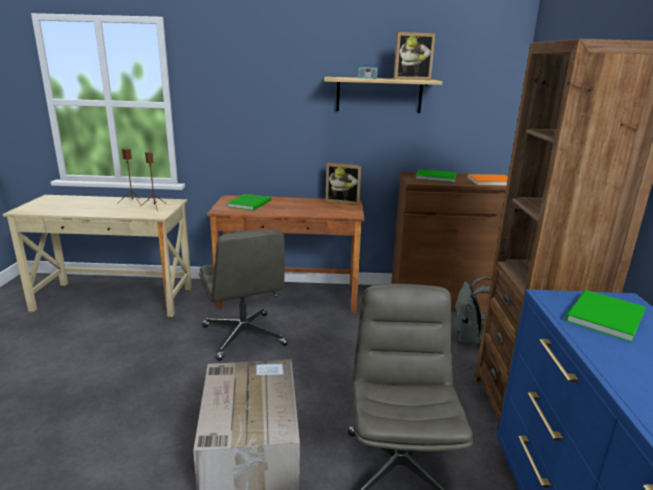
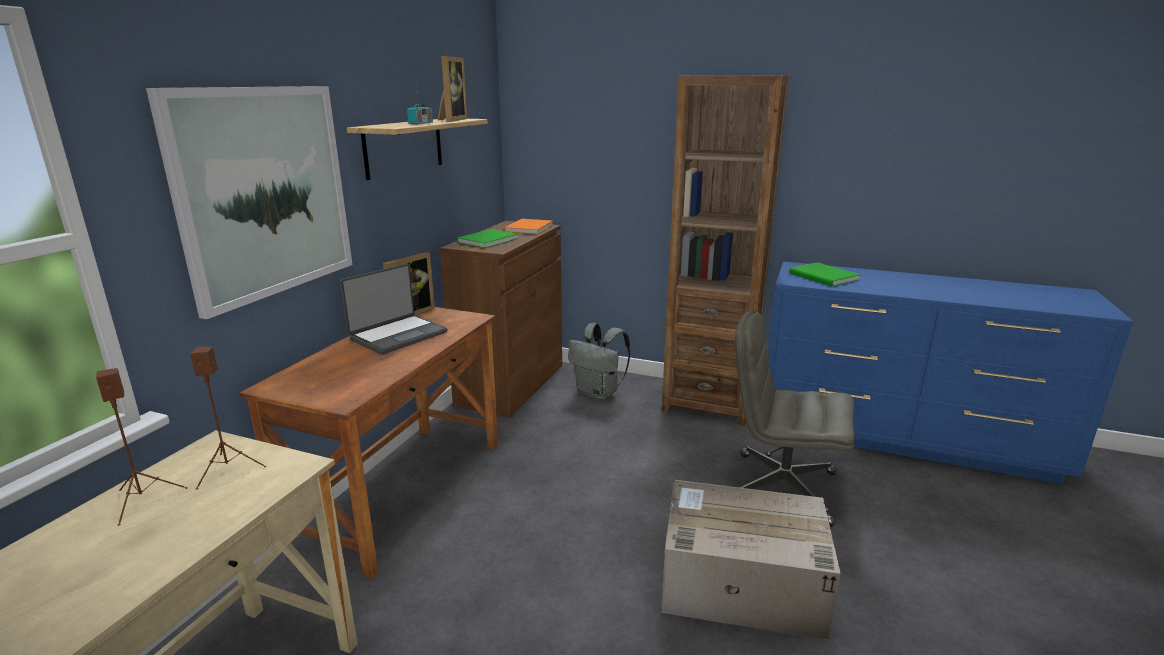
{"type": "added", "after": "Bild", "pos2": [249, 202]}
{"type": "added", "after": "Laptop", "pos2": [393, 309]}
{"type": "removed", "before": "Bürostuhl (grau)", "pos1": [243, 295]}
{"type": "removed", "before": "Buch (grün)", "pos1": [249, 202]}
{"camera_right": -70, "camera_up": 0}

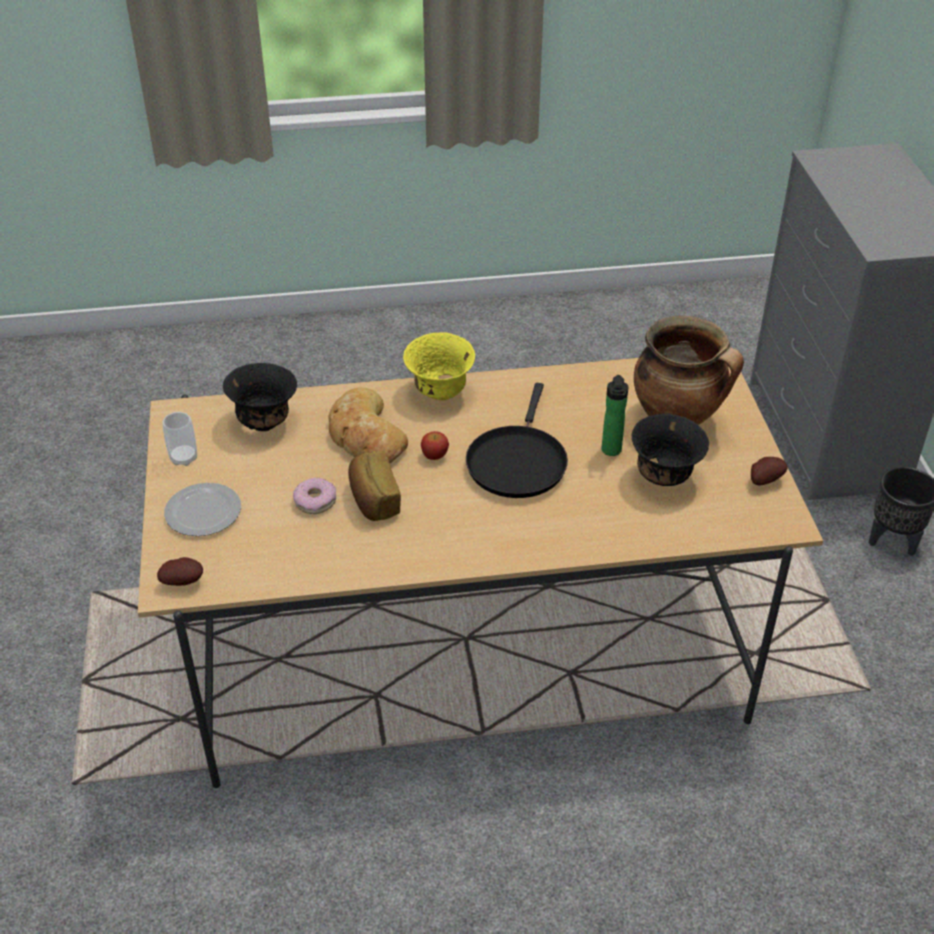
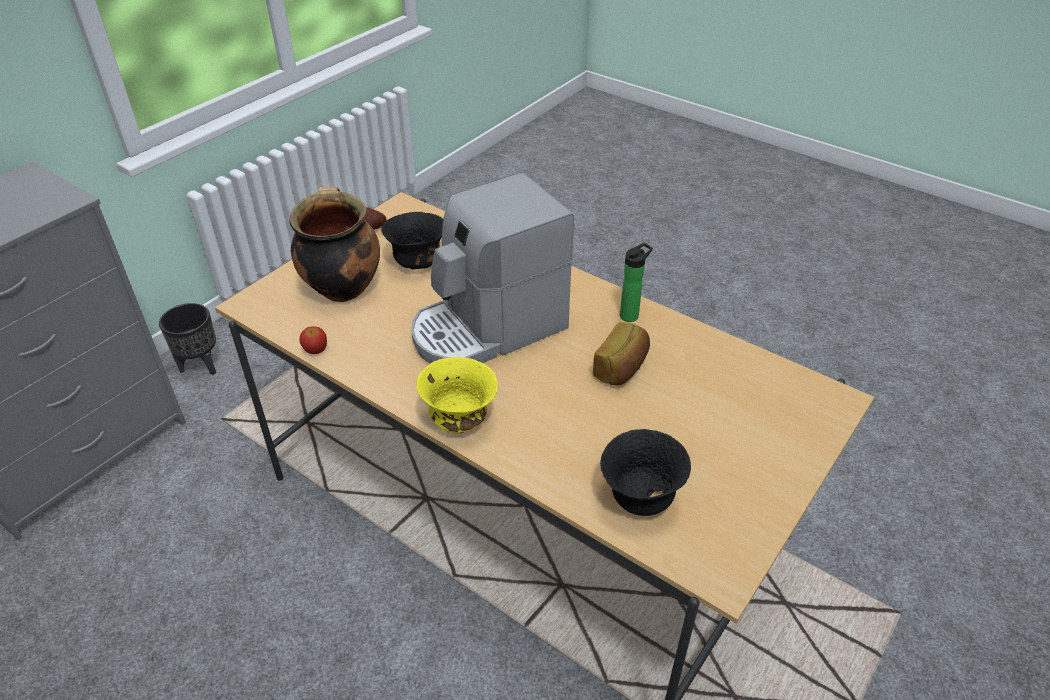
{"type": "moved", "before": "Apfel", "pos1": [435, 445], "pos2": [313, 340]}
{"type": "replaced", "before": "Pfanne (schwarz)", "after": "Kaffeemaschine", "pos1": [517, 440], "pos2": [492, 267]}
{"type": "moved", "before": "Flasche", "pos1": [615, 415], "pos2": [636, 282]}
{"type": "removed", "before": "Kartoffel", "pos1": [180, 571]}
{"type": "removed", "before": "Tasse", "pos1": [179, 439]}
{"type": "removed", "before": "Teller", "pos1": [202, 509]}
{"type": "removed", "before": "Donut", "pos1": [314, 496]}
{"type": "removed", "before": "Brot", "pos1": [368, 425]}
{"camera_right": -135, "camera_up": 0}

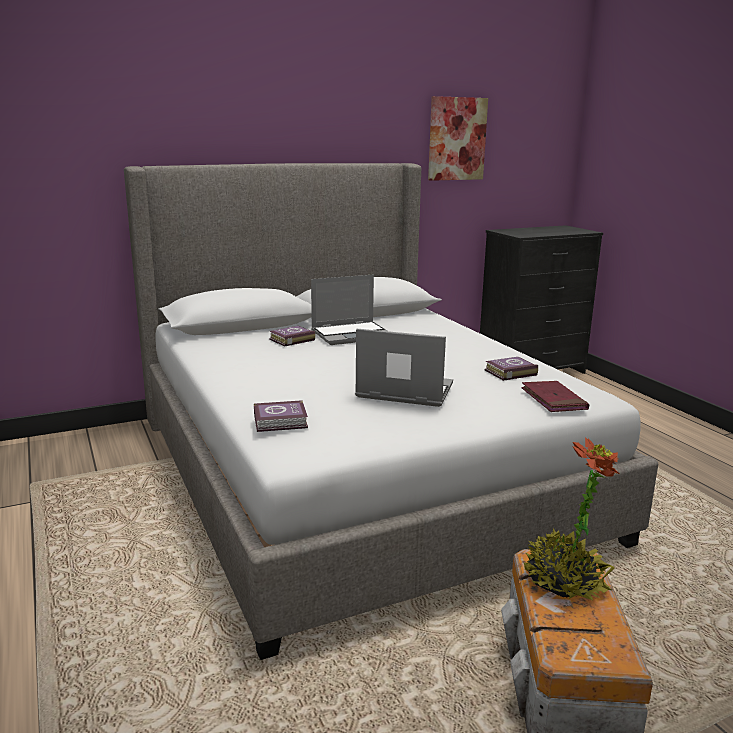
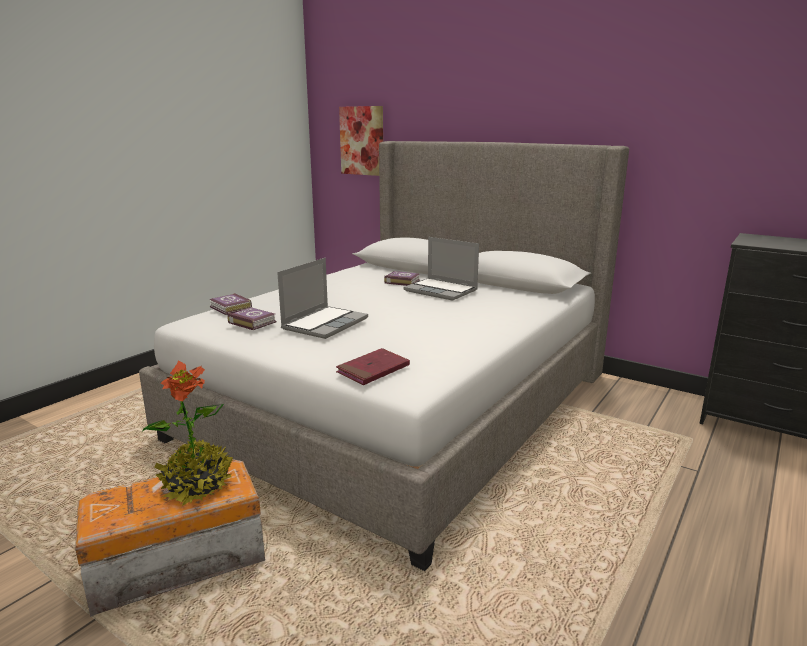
{"type": "moved", "before": "Buch", "pos1": [511, 369], "pos2": [252, 318]}
{"type": "turned", "before": "Laptop", "pos1": [404, 367], "pos2": [322, 298], "turn": 45}
{"type": "moved", "before": "Bild", "pos1": [458, 138], "pos2": [361, 141]}
{"camera_right": 60, "camera_up": 0}

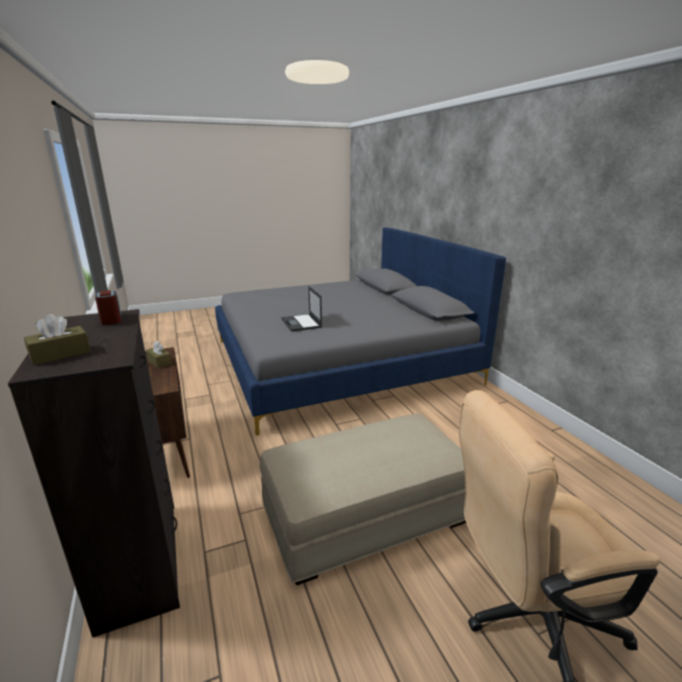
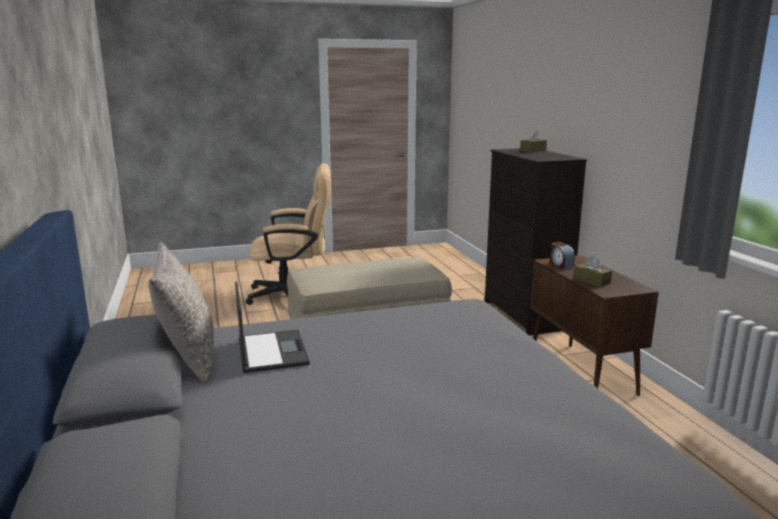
{"type": "added", "after": "Kissen (grau)", "pos2": [181, 312]}
{"type": "moved", "before": "Laptop", "pos1": [301, 309], "pos2": [272, 327]}
{"type": "moved", "before": "Wecker", "pos1": [108, 307], "pos2": [562, 255]}
{"camera_right": -175, "camera_up": -5}

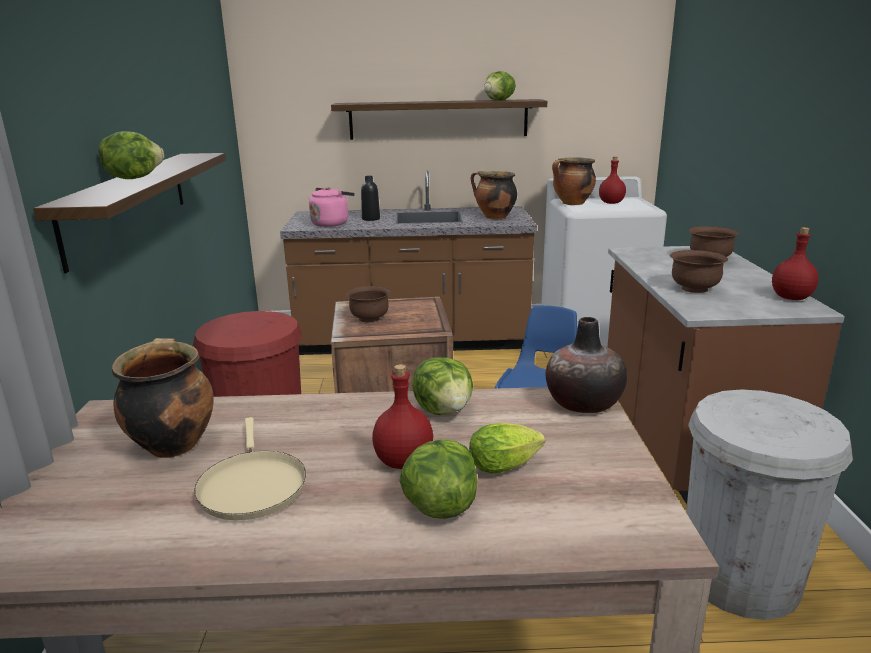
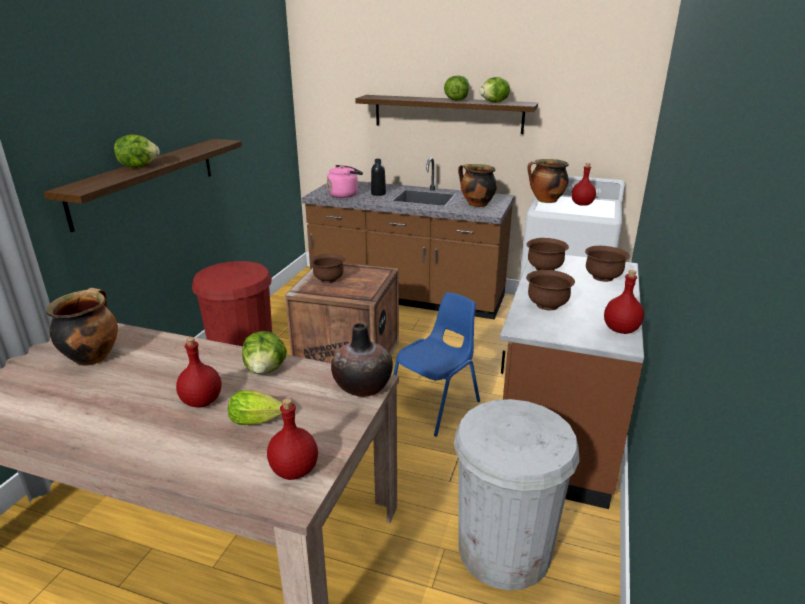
{"type": "added", "after": "Flasche (rot)", "pos2": [292, 439]}
{"type": "moved", "before": "Salatkopf", "pos1": [438, 479], "pos2": [456, 88]}
{"type": "added", "after": "Schüssel (braun)", "pos2": [547, 254]}
{"type": "removed", "before": "Pfanne (beige)", "pos1": [250, 468]}
{"camera_right": 20, "camera_up": 5}

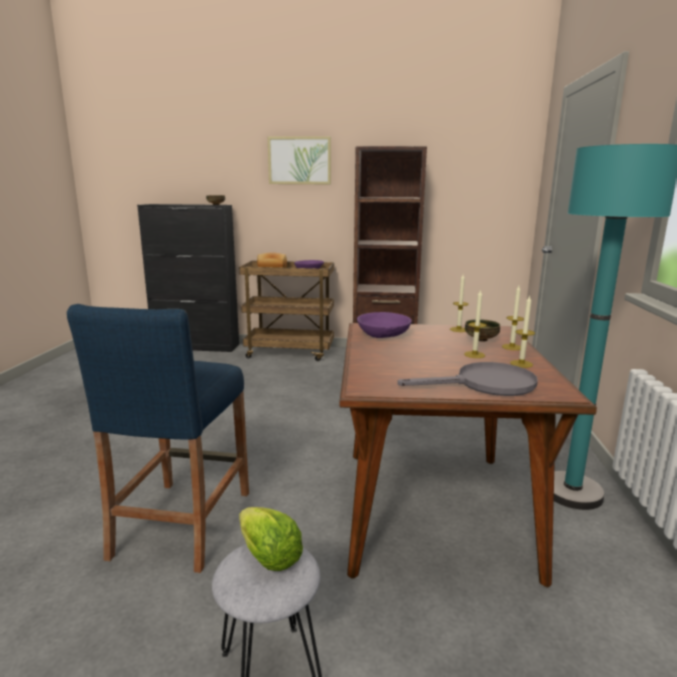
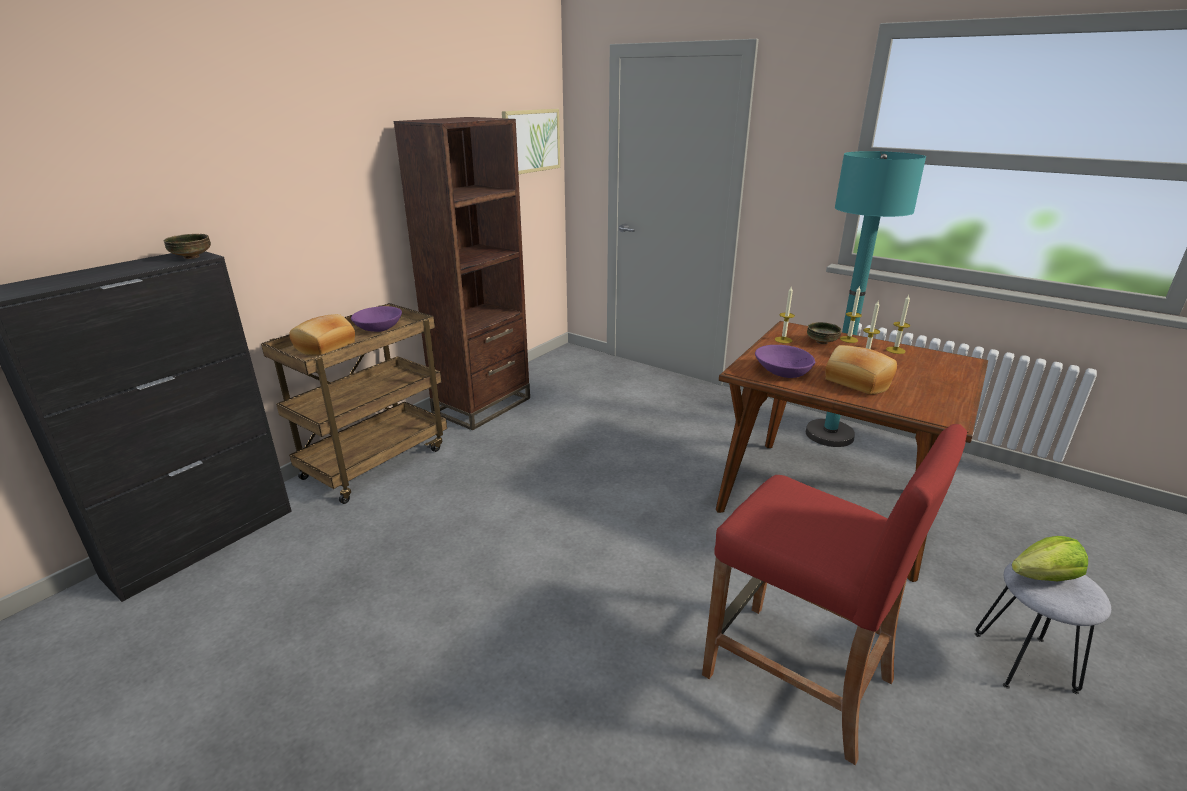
{"type": "moved", "before": "Bild", "pos1": [299, 160], "pos2": [531, 141]}
{"type": "recoloured", "before": "Hocker (blau)", "after": "Hocker (rot)", "pos1": [158, 438], "pos2": [834, 594]}
{"type": "added", "after": "Brot", "pos2": [861, 369]}
{"type": "removed", "before": "Pfanne (grau)", "pos1": [467, 379]}
{"camera_right": -60, "camera_up": 10}

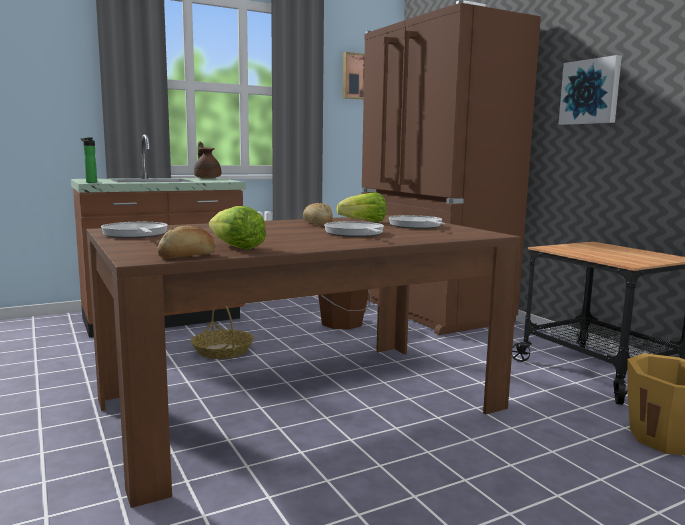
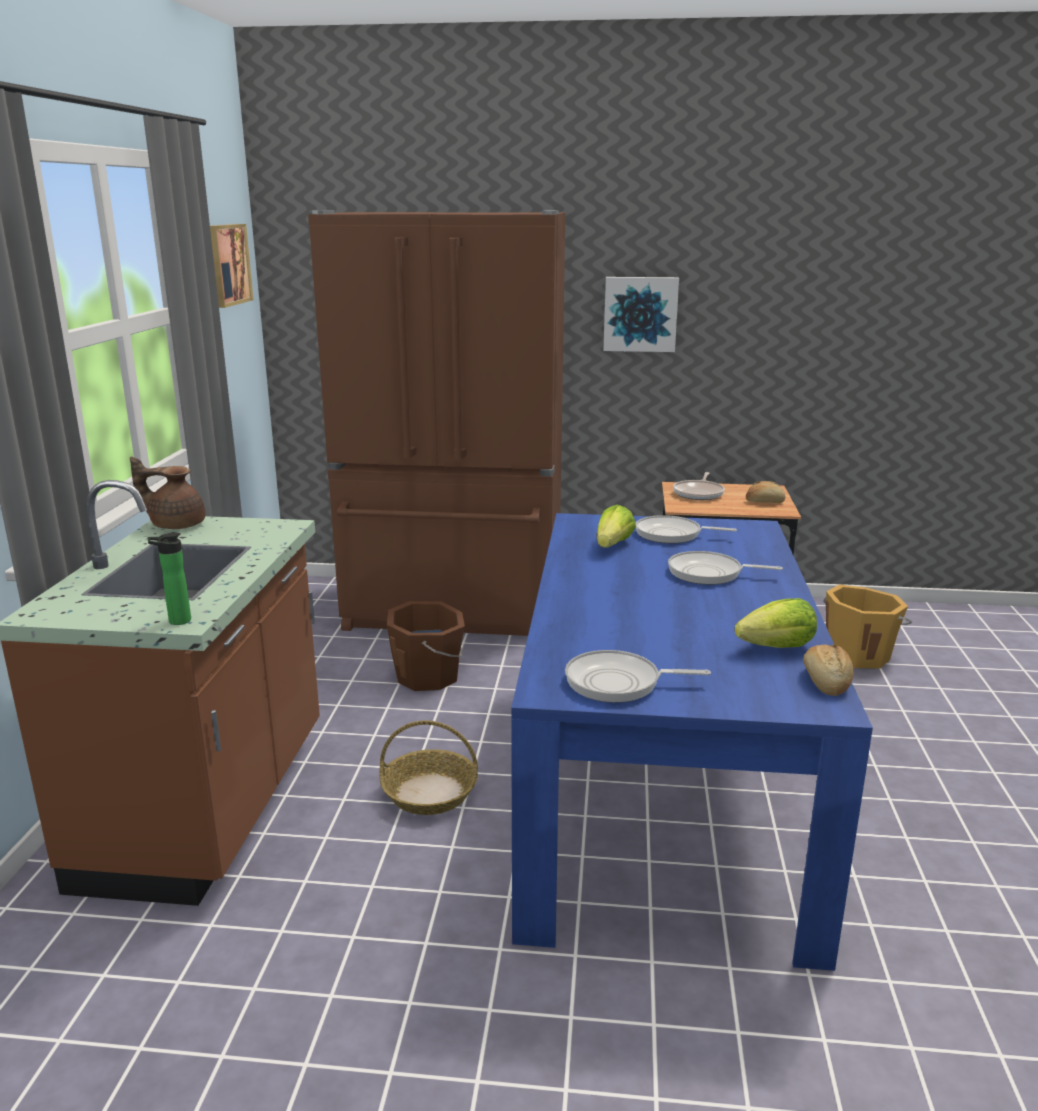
{"type": "recoloured", "before": "Esstisch (braun)", "after": "Esstisch (blau)", "pos1": [304, 361], "pos2": [692, 742]}
{"type": "added", "after": "Pfanne", "pos2": [699, 486]}
{"type": "moved", "before": "Brot", "pos1": [318, 214], "pos2": [765, 492]}
{"camera_right": -55, "camera_up": 10}

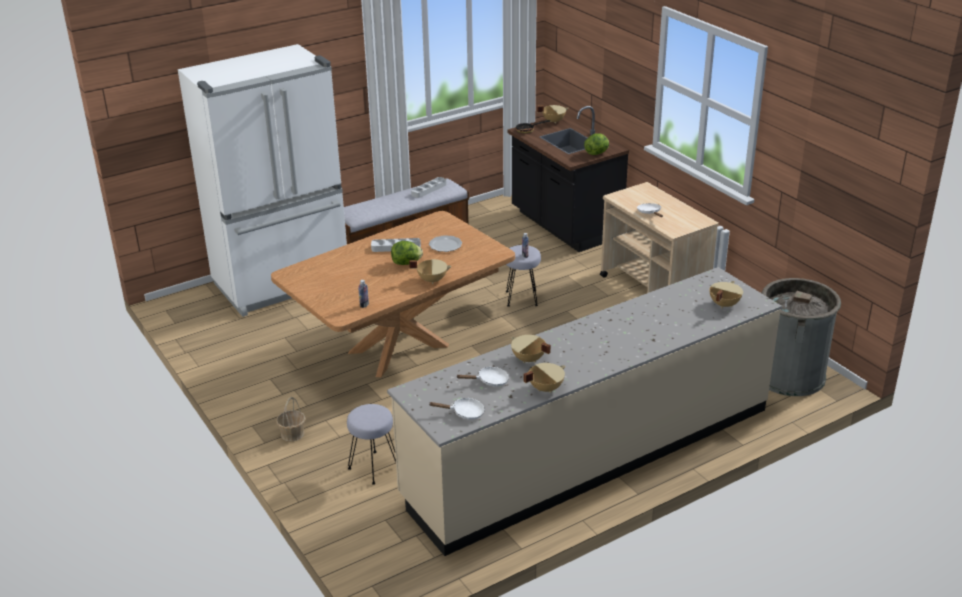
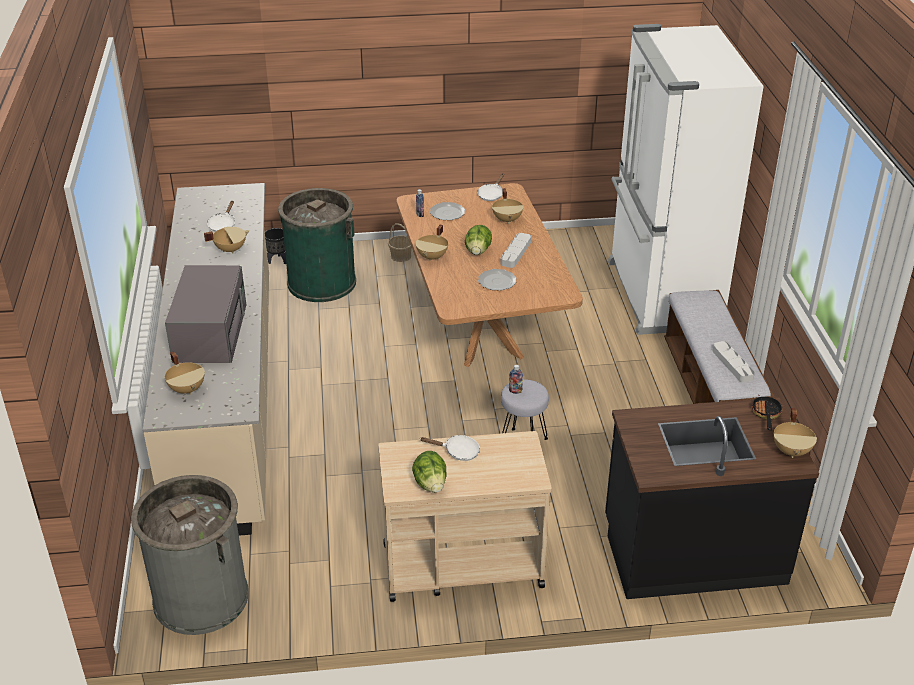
{"type": "added", "after": "Mikrowelle (grau)", "pos2": [205, 314]}
{"type": "added", "after": "Pflanzkübel (schwarz)", "pos2": [275, 246]}
{"type": "replaced", "before": "Hocker (grau)", "after": "Mülleimer (grün)", "pos1": [371, 444], "pos2": [317, 245]}
{"type": "moved", "before": "Salatkopf", "pos1": [596, 144], "pos2": [429, 472]}
{"type": "added", "after": "Teller", "pos2": [447, 211]}
{"type": "moved", "before": "Pfanne (weiß)", "pos1": [457, 409], "pos2": [491, 187]}
{"type": "moved", "before": "Kochtopf (beige)", "pos1": [544, 378], "pos2": [508, 206]}
{"camera_right": 115, "camera_up": 5}

